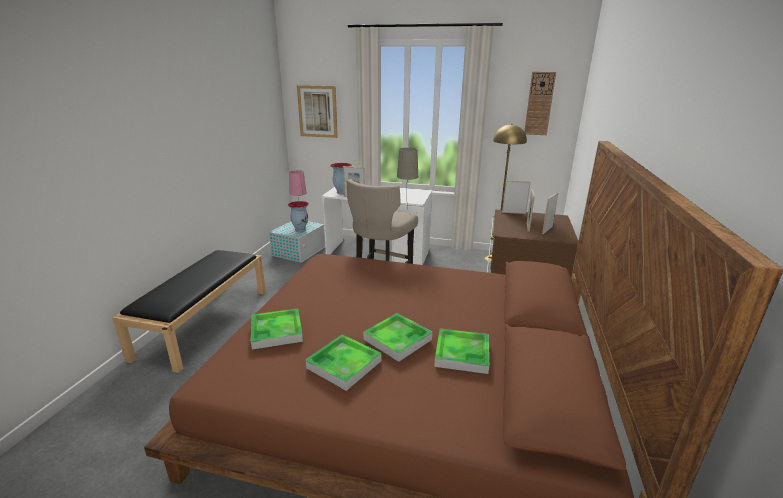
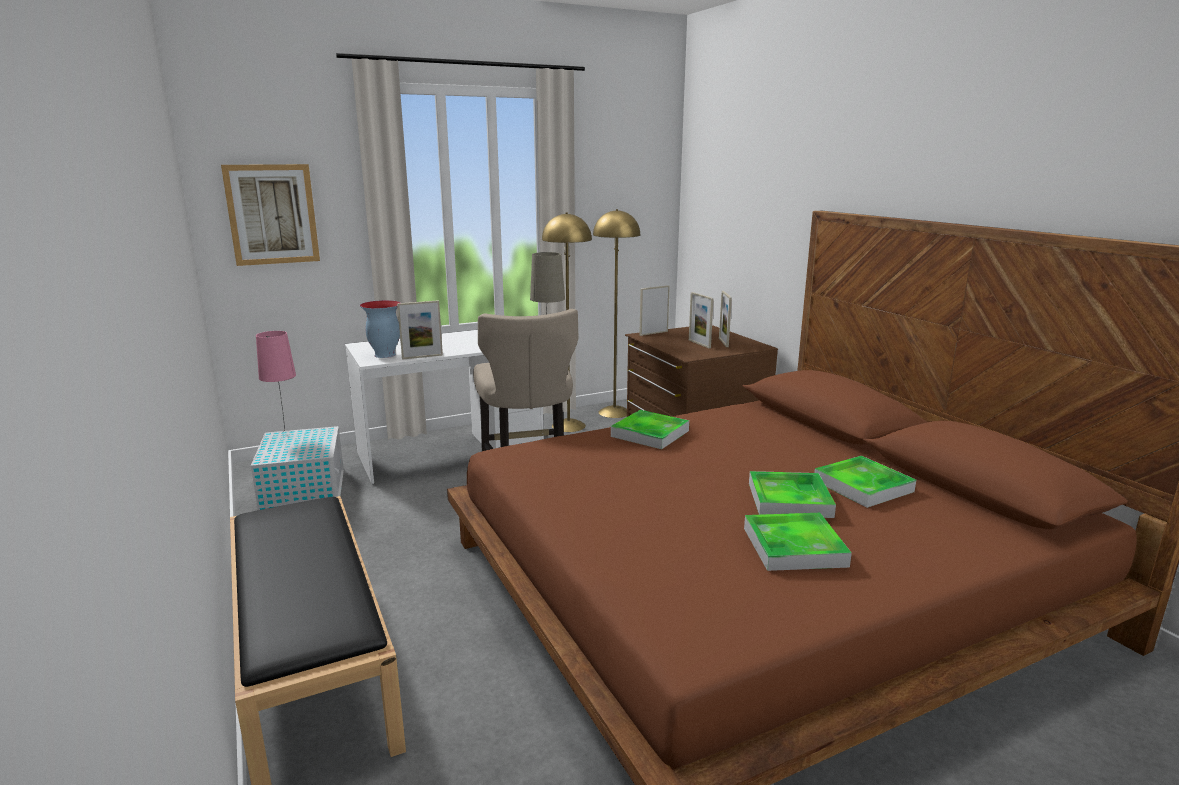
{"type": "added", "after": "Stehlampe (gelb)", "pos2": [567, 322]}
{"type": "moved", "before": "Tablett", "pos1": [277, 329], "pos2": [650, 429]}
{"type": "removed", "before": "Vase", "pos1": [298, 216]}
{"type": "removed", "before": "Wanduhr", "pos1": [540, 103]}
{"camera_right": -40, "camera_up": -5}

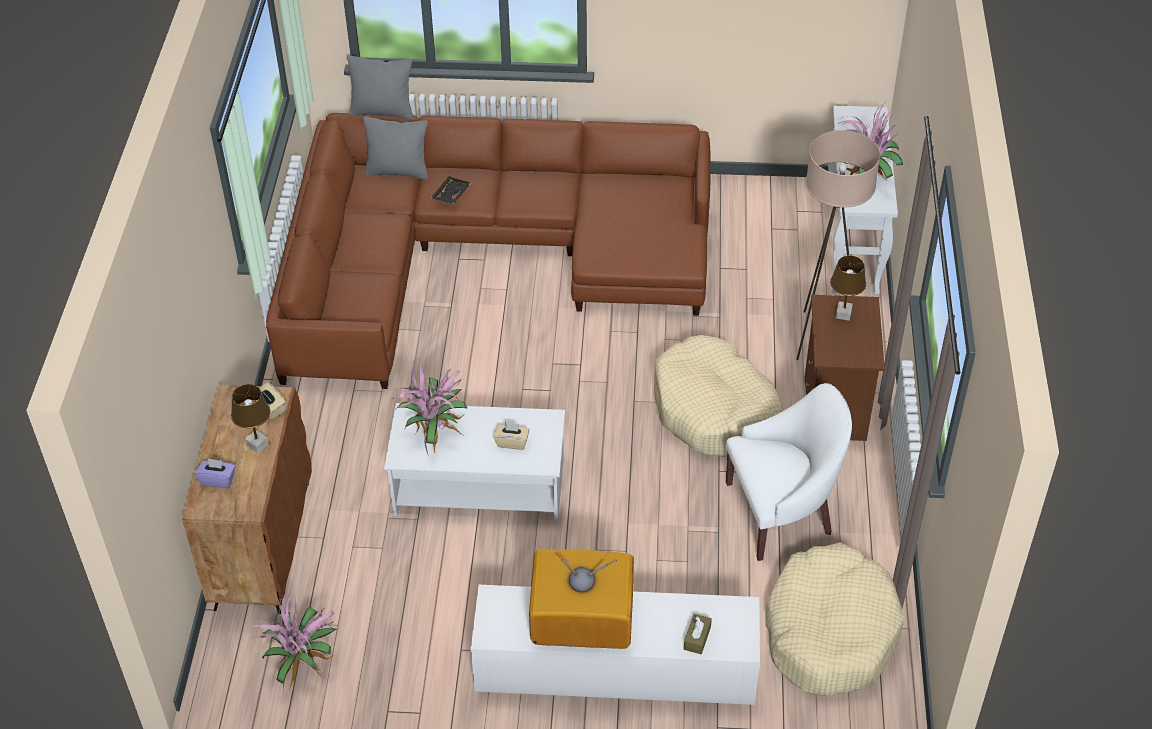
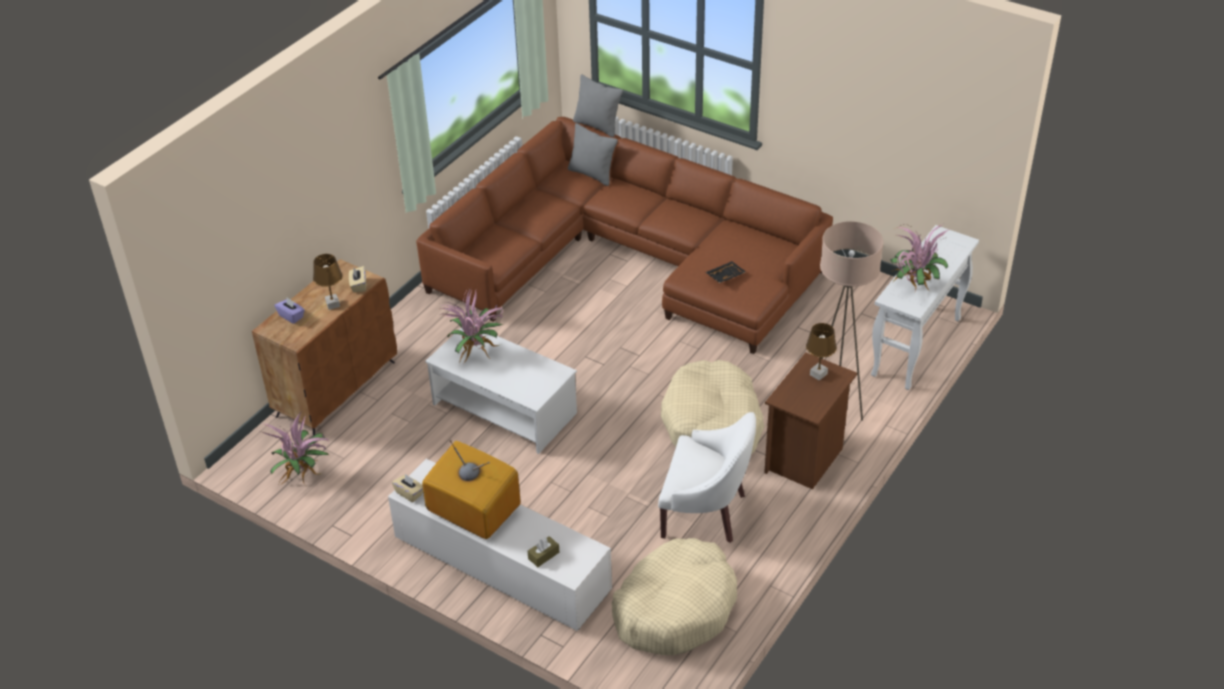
{"type": "moved", "before": "Taschentuchbox (beige)", "pos1": [512, 436], "pos2": [407, 488]}
{"type": "moved", "before": "Tablett (schwarz)", "pos1": [451, 190], "pos2": [726, 272]}
{"camera_right": 30, "camera_up": -5}

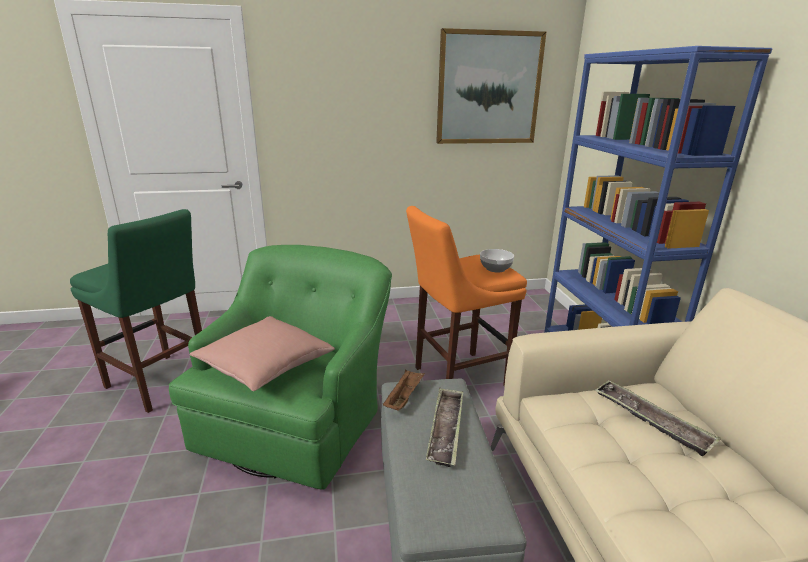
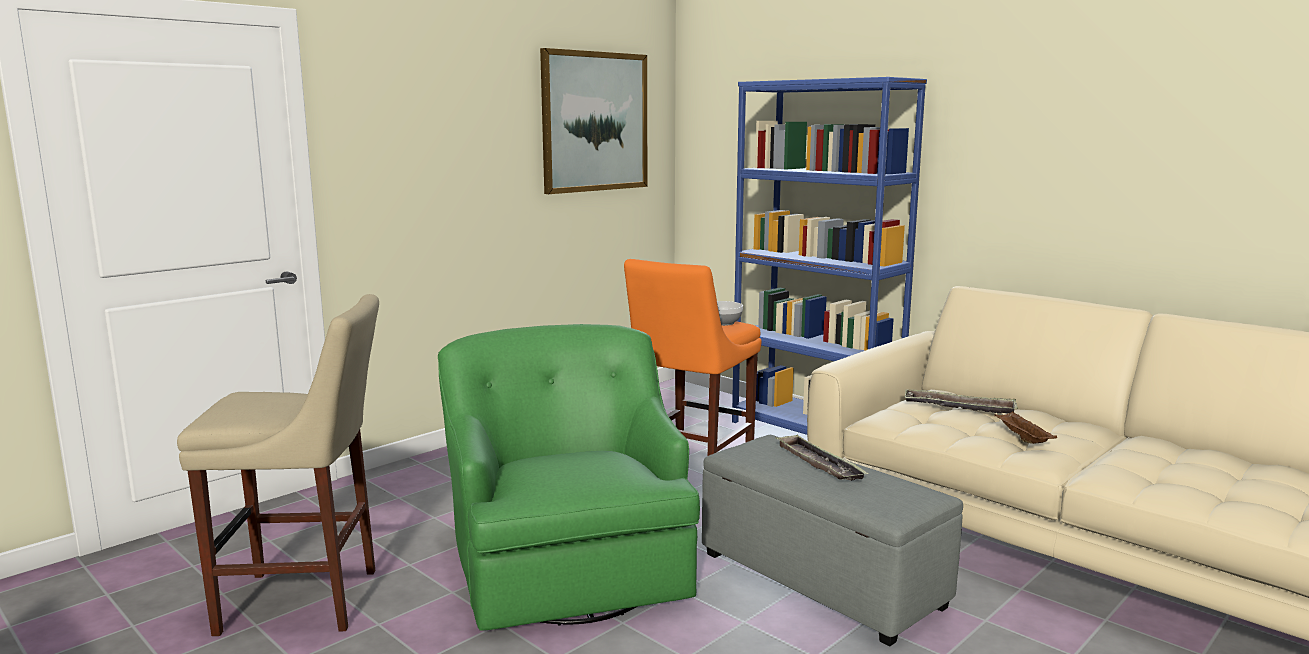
{"type": "recoloured", "before": "Hocker (grün)", "after": "Hocker (beige)", "pos1": [136, 311], "pos2": [278, 465]}
{"type": "moved", "before": "Tablett (braun)", "pos1": [404, 390], "pos2": [1025, 428]}
{"type": "removed", "before": "Kissen (rosa)", "pos1": [262, 353]}
{"camera_right": -35, "camera_up": -10}

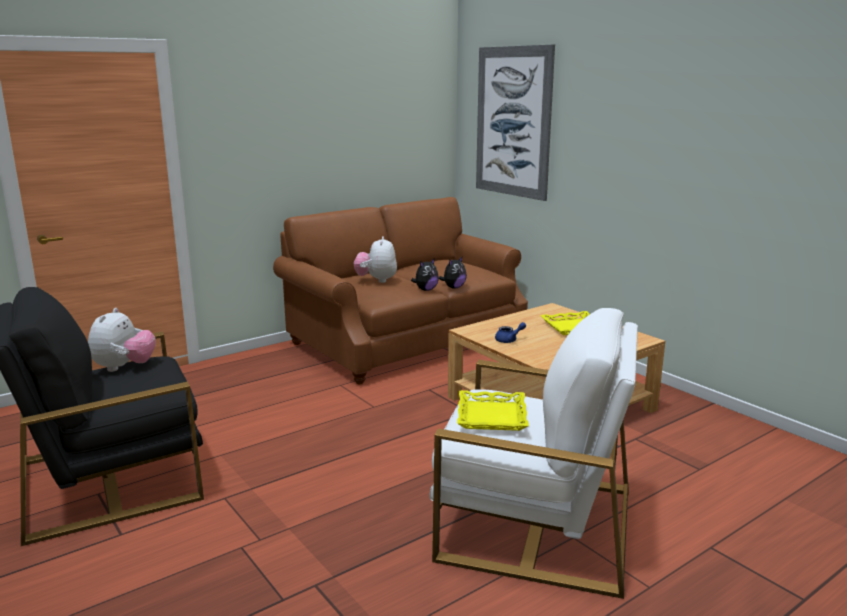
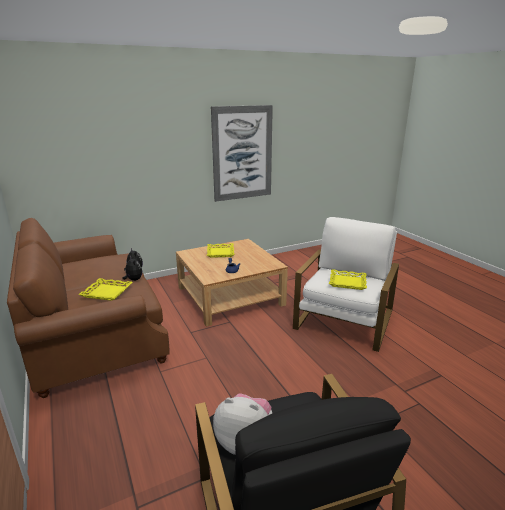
{"type": "replaced", "before": "Plüschtier", "after": "Tablett (gelb)", "pos1": [375, 259], "pos2": [105, 289]}
{"type": "moved", "before": "Bild", "pos1": [515, 122], "pos2": [242, 153]}
{"camera_right": -80, "camera_up": 5}

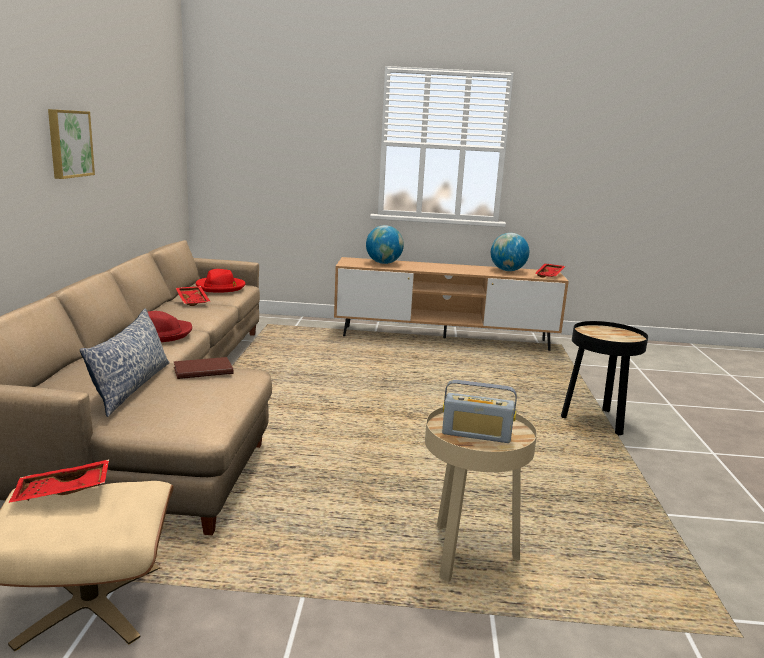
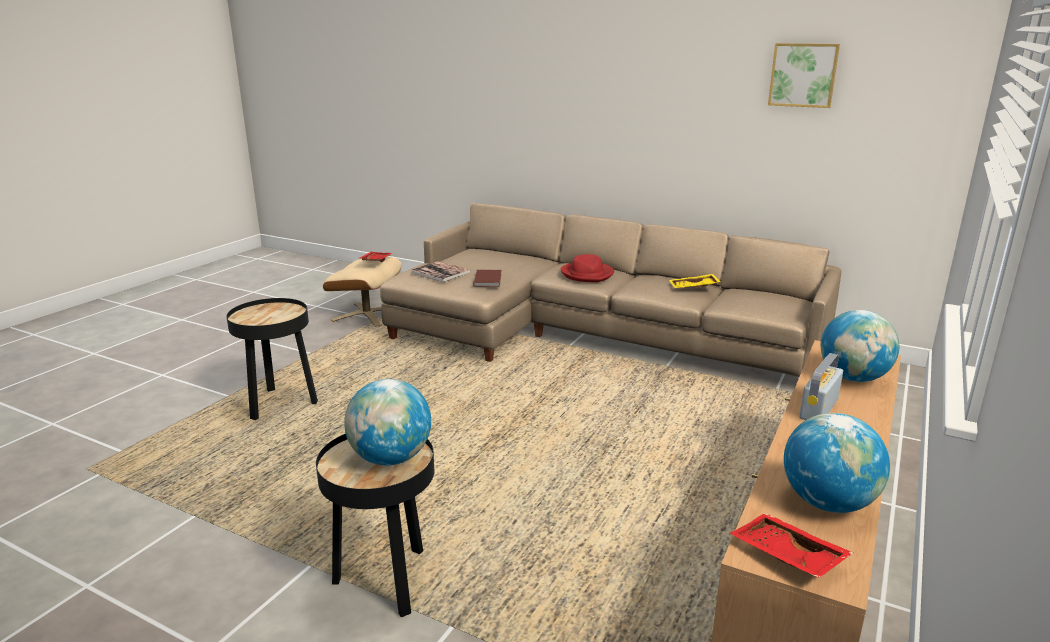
{"type": "recoloured", "before": "Beistelltisch (beige)", "after": "Beistelltisch (schwarz)", "pos1": [481, 494], "pos2": [272, 359]}
{"type": "added", "after": "Globus", "pos2": [387, 422]}
{"type": "added", "after": "Buch", "pos2": [441, 271]}
{"type": "recoloured", "before": "Tablett (rot)", "after": "Tablett (gelb)", "pos1": [193, 296], "pos2": [695, 281]}
{"type": "moved", "before": "Bild", "pos1": [71, 144], "pos2": [804, 75]}
{"type": "moved", "before": "Radio", "pos1": [479, 411], "pos2": [821, 386]}
{"type": "removed", "before": "Kissen", "pos1": [125, 362]}
{"type": "removed", "before": "Hut (rot)", "pos1": [221, 280]}
{"camera_right": 115, "camera_up": 5}

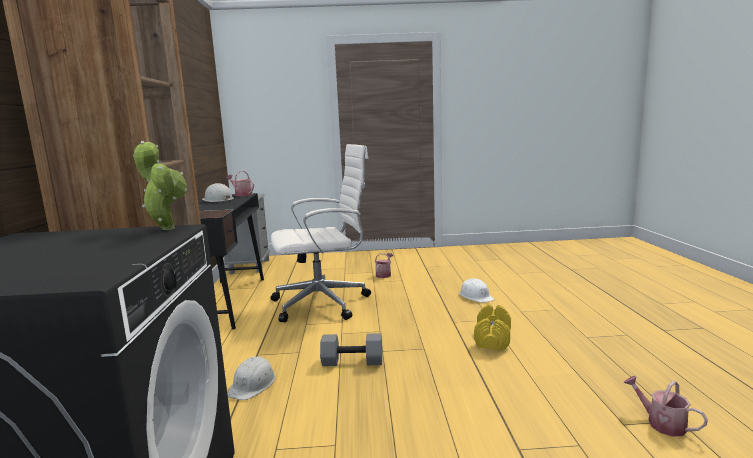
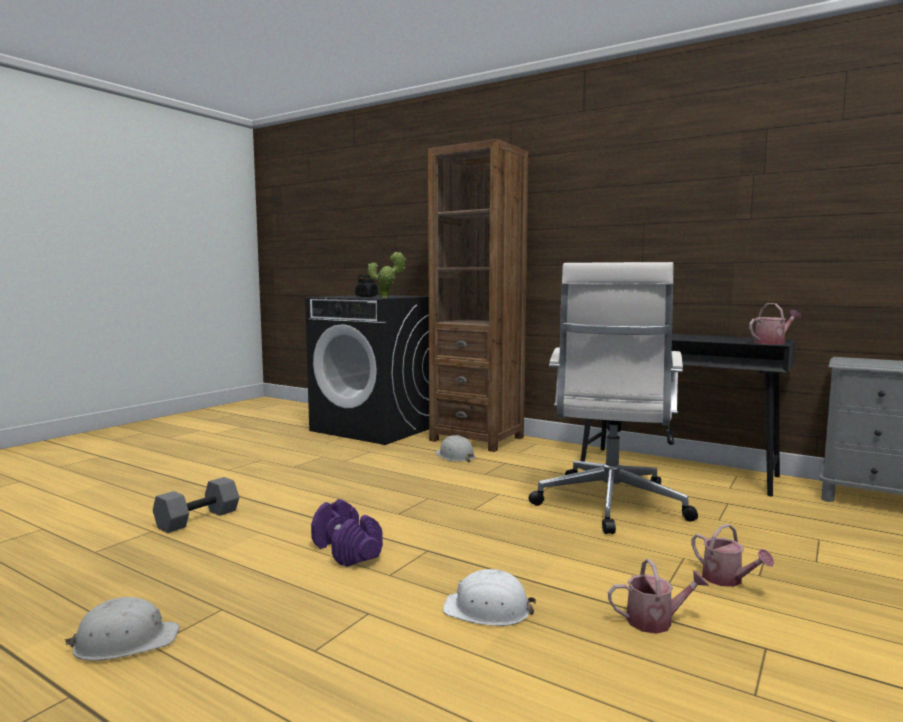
{"type": "moved", "before": "Schutzhelm (weiß)", "pos1": [218, 192], "pos2": [122, 629]}
{"type": "moved", "before": "Hantel (grau)", "pos1": [351, 349], "pos2": [196, 505]}
{"type": "recoloured", "before": "Hantel (gelb)", "after": "Hantel (lila)", "pos1": [492, 327], "pos2": [347, 533]}
{"type": "added", "after": "Vorratsglas (schwarz)", "pos2": [366, 286]}
{"type": "moved", "before": "Gießkanne", "pos1": [665, 406], "pos2": [658, 596]}
{"camera_right": 125, "camera_up": -5}

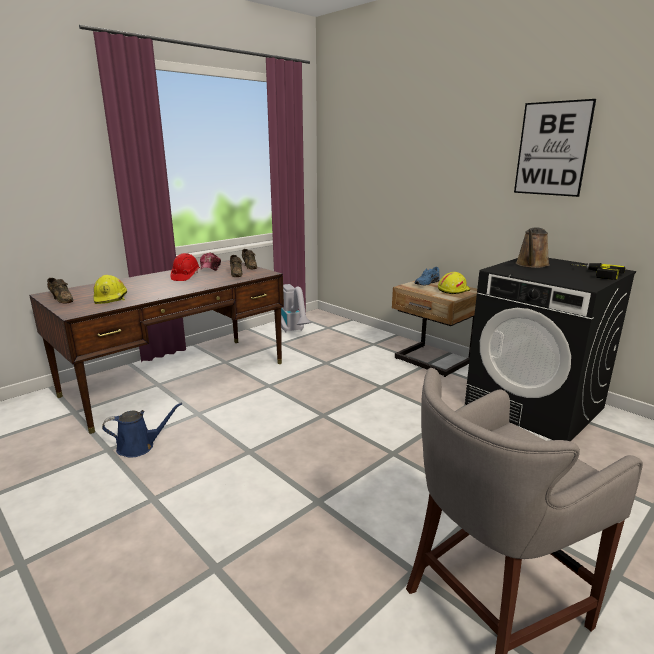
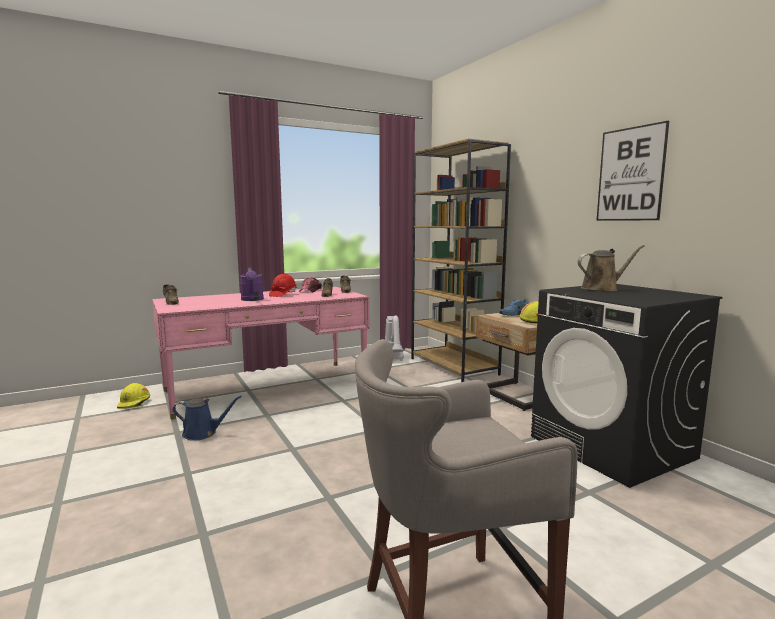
{"type": "moved", "before": "Schutzhelm (gelb)", "pos1": [110, 289], "pos2": [133, 396]}
{"type": "recoloured", "before": "Schreibtisch (braun)", "after": "Schreibtisch (rosa)", "pos1": [156, 347], "pos2": [260, 353]}
{"type": "added", "after": "Gießkanne (lila)", "pos2": [252, 284]}
{"type": "added", "after": "Bücherregal (braun)", "pos2": [461, 260]}
{"type": "turned", "before": "Gießkanne (braun)", "pos1": [533, 248], "pos2": [611, 268], "turn": -150}
{"type": "removed", "before": "Bohrmaschine", "pos1": [598, 271]}
{"camera_right": 15, "camera_up": -10}

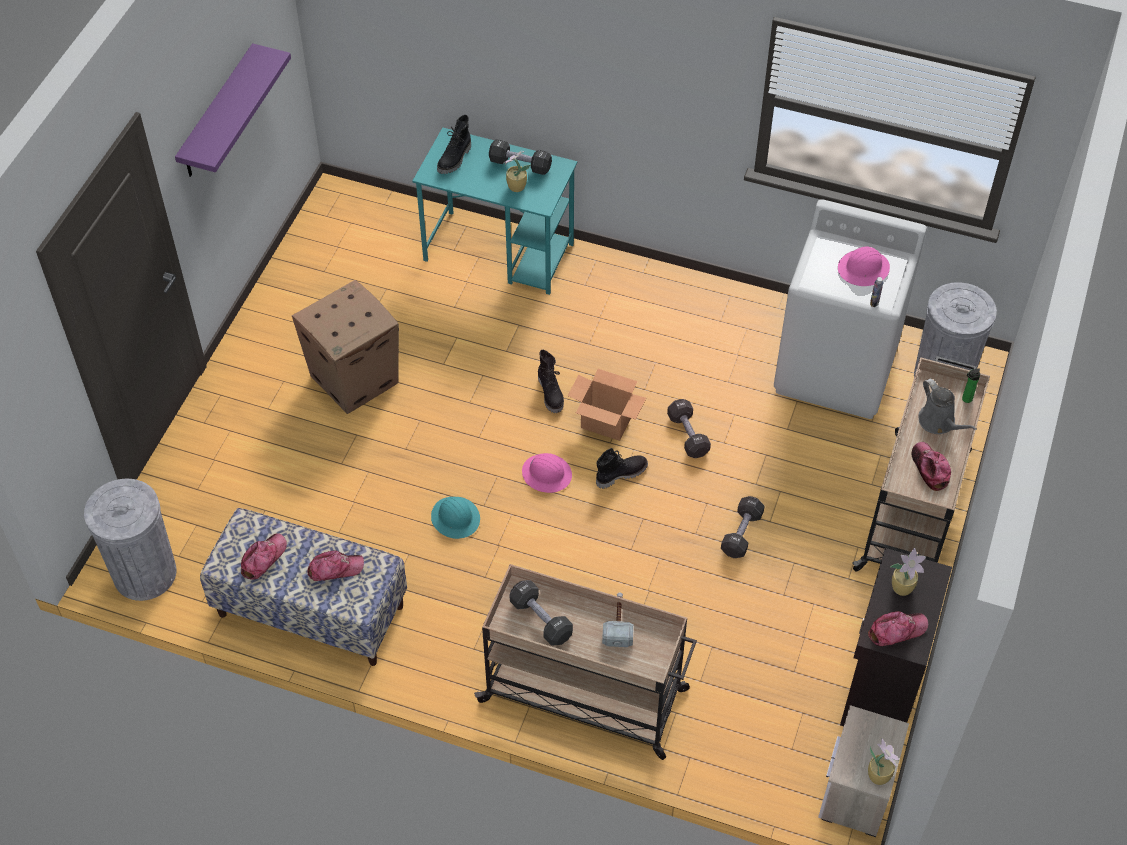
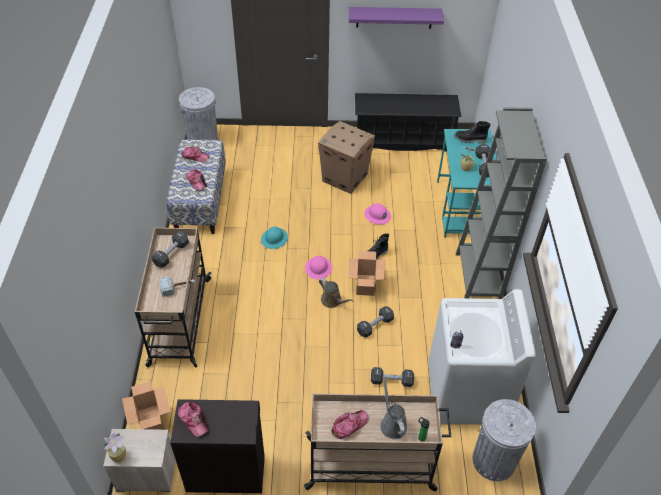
{"type": "added", "after": "Karton", "pos2": [146, 405]}
{"type": "replaced", "before": "Stiefel (schwarz)", "after": "Gießkanne (braun)", "pos1": [622, 468], "pos2": [336, 293]}
{"type": "added", "after": "Schuhregal (schwarz)", "pos2": [408, 122]}
{"type": "moved", "before": "Schutzhelm (rosa)", "pos1": [864, 266], "pos2": [378, 213]}
{"type": "moved", "before": "Hantel (schwarz)", "pos1": [743, 527], "pos2": [392, 377]}
{"type": "turned", "before": "Gießkanne (grau)", "pos1": [948, 406], "pos2": [393, 407], "turn": 120}
{"type": "added", "after": "Bücherregal (grau)", "pos2": [501, 203]}
{"type": "removed", "before": "Topfpflanze", "pos1": [908, 571]}
{"camera_right": 70, "camera_up": -5}

